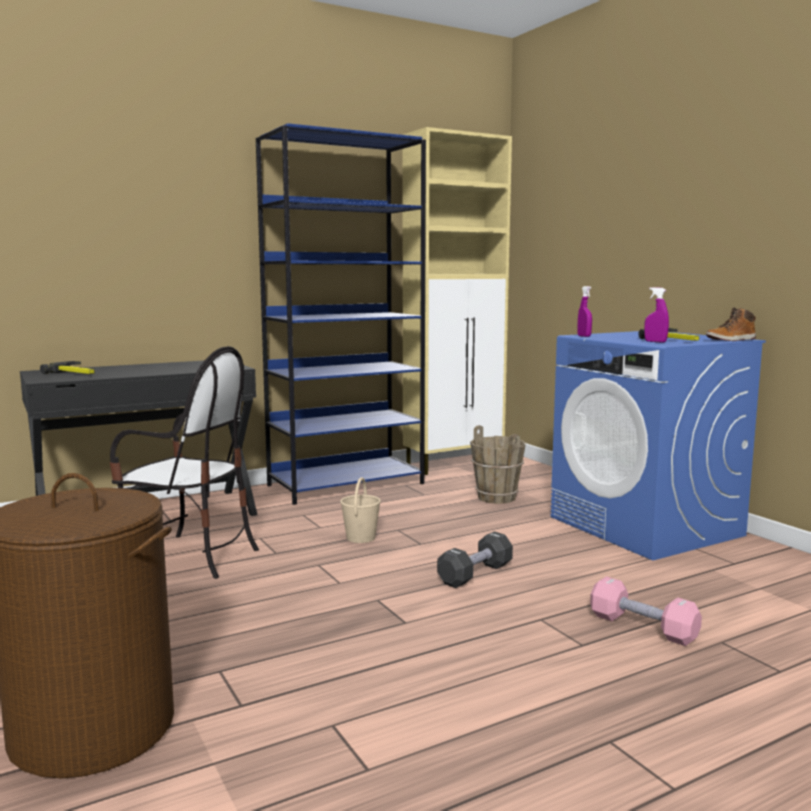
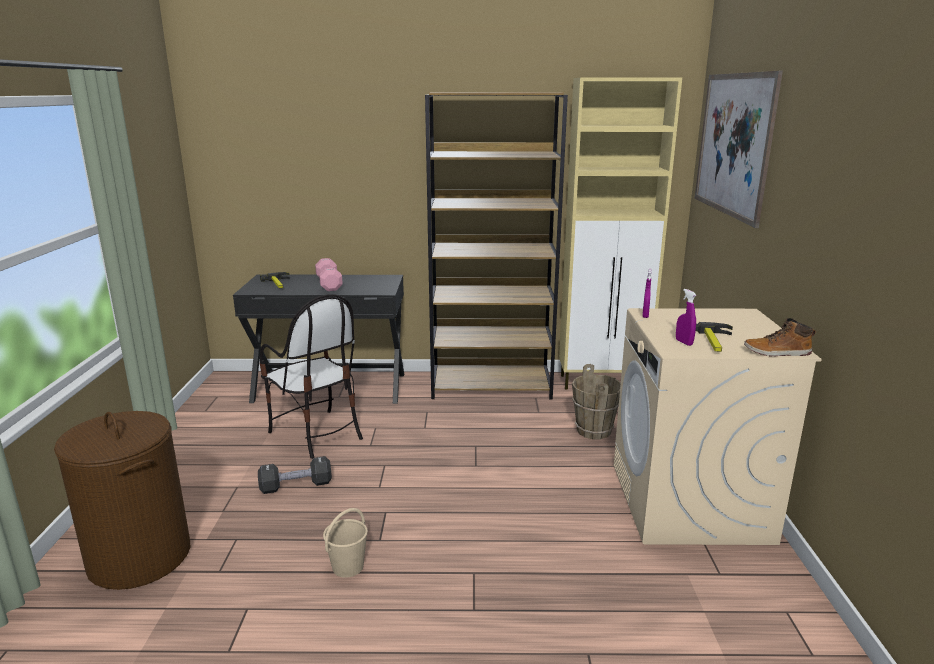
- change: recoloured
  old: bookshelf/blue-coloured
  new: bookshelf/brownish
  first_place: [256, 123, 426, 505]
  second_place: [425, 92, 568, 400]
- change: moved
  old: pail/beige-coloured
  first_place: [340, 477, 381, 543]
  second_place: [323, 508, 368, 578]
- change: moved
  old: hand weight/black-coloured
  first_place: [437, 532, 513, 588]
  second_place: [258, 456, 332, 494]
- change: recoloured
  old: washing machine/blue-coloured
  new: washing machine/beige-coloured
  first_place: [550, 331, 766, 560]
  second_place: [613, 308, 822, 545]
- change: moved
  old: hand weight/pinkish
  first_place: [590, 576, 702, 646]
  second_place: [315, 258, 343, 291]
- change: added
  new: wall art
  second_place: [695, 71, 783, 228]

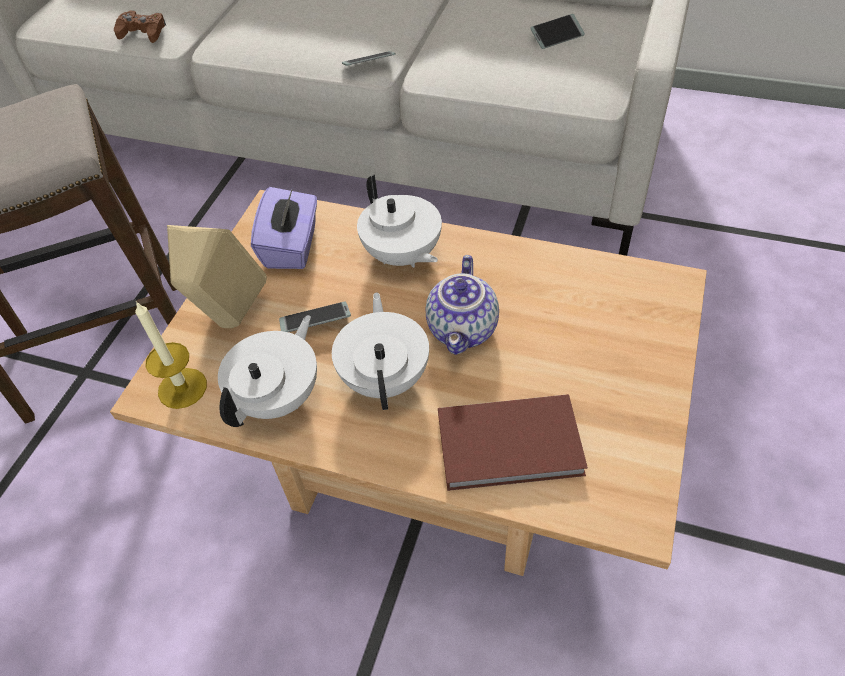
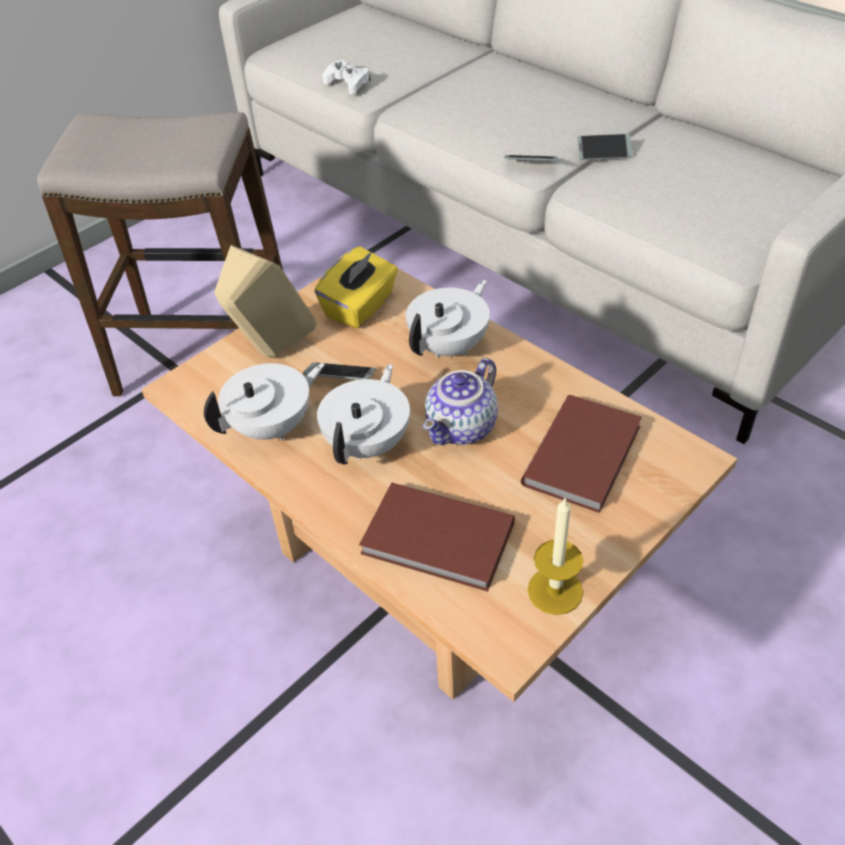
- change: recoloured
  old: gamepad/brownish
  new: gamepad/white-coloured
  first_place: [114, 10, 166, 43]
  second_place: [322, 60, 371, 94]
- change: moved
  old: candle
  first_place: [135, 301, 207, 409]
  second_place: [527, 498, 583, 615]
- change: recoloured
  old: tissue holder/purplish
  new: tissue holder/yellow-coloured
  first_place: [251, 187, 317, 269]
  second_place: [314, 246, 398, 329]
- change: turned
  old: pot for tea/white-coloured
  first_place: [357, 175, 442, 268]
  second_place: [406, 280, 490, 358]
  degrees: -135
- change: moved
  old: phone
  first_place: [530, 14, 585, 49]
  second_place: [577, 134, 632, 160]
- change: added
  new: volume/brownish
  second_place: [521, 395, 642, 513]

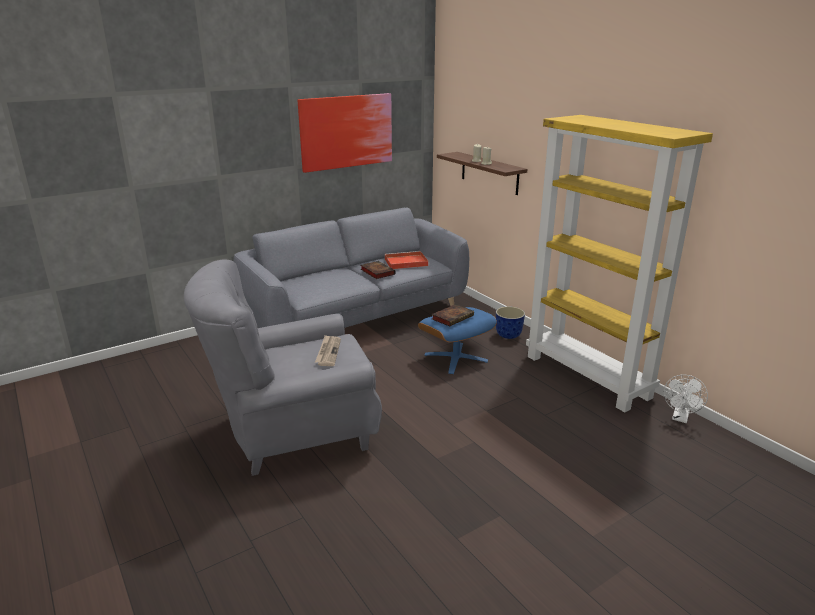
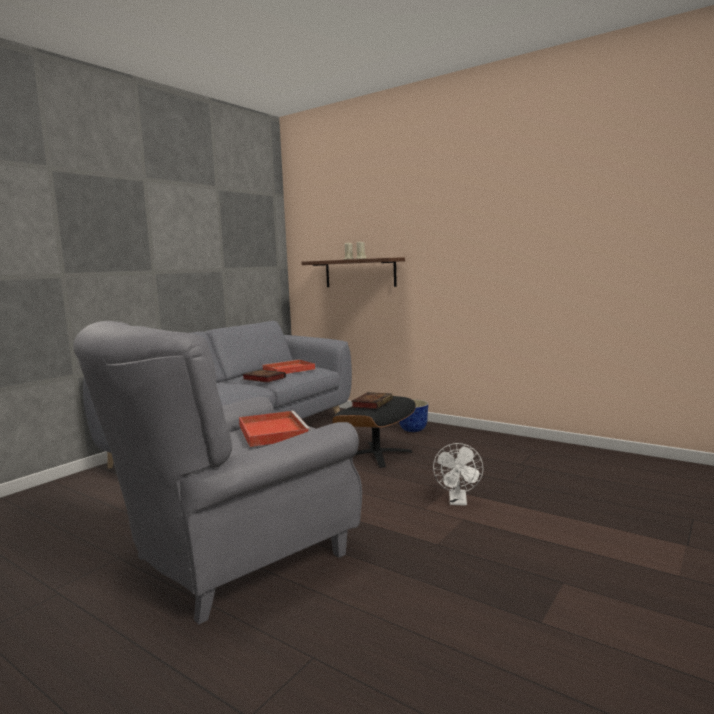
- change: removed
  old: wall art
  first_place: [298, 93, 392, 173]
- change: replaced
  old: newspaper
  new: serving tray/reddish
  first_place: [315, 335, 341, 366]
  second_place: [239, 411, 311, 447]
- change: recoloured
  old: footrest/blue-coloured
  new: footrest/black-coloured
  first_place: [418, 307, 497, 374]
  second_place: [332, 396, 416, 468]
- change: removed
  old: bookshelf/yellow-coloured
  first_place: [526, 115, 713, 412]
- change: moved
  old: electric fan/white-coloured
  first_place: [664, 375, 708, 423]
  second_place: [433, 443, 483, 506]

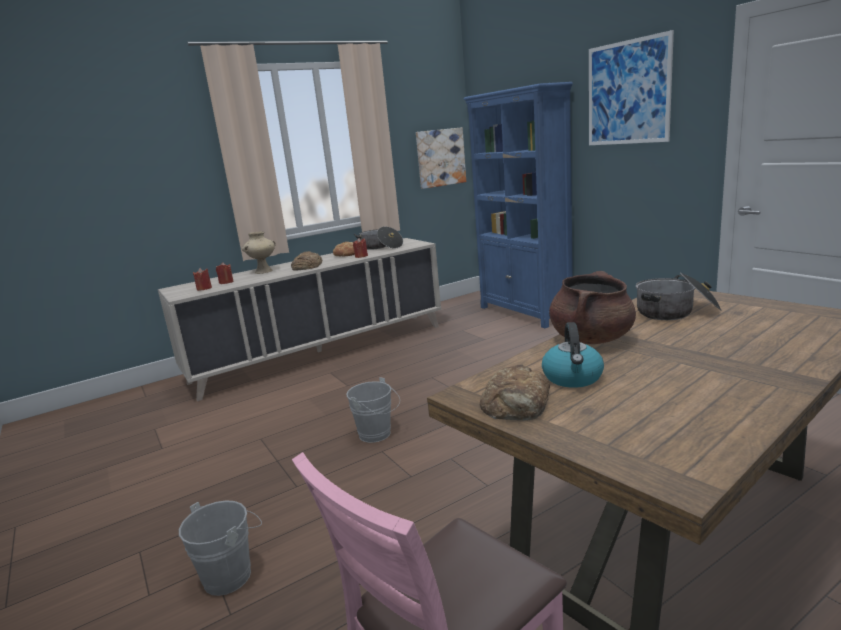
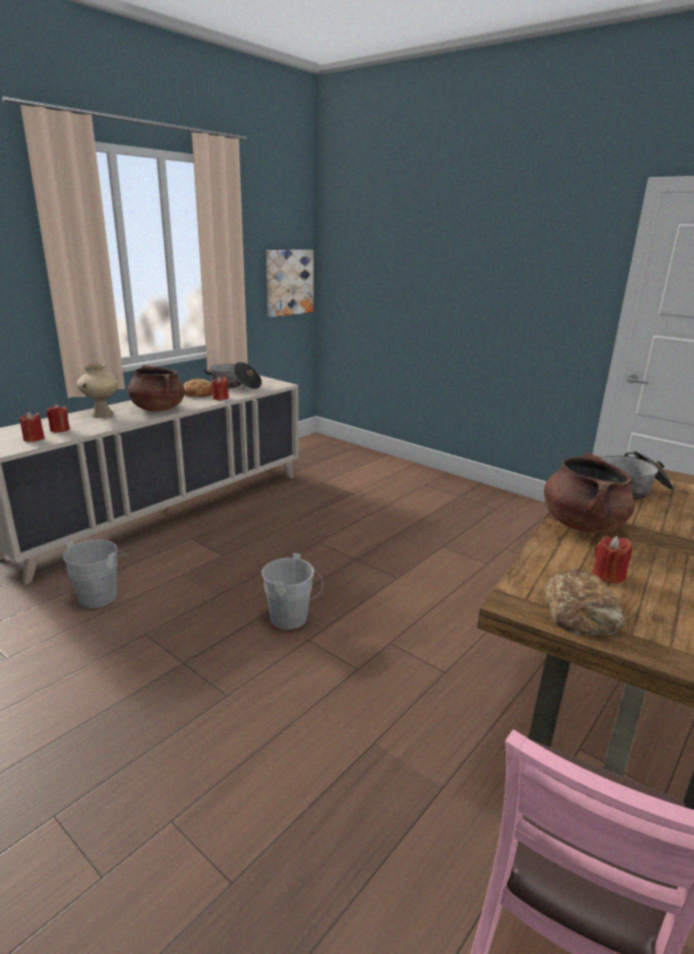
- change: moved
  old: pail/grey
  first_place: [179, 500, 262, 596]
  second_place: [63, 540, 127, 608]
- change: replaced
  old: bread
  new: saucepot/brownish
  first_place: [291, 251, 322, 270]
  second_place: [128, 365, 185, 411]
- change: removed
  old: bookshelf/blue-coloured
  first_place: [464, 82, 573, 328]
- change: replaced
  old: kettle
  new: candle/reddish
  first_place: [542, 322, 604, 388]
  second_place: [592, 536, 632, 583]
- change: removed
  old: wall art
  first_place: [589, 30, 674, 145]

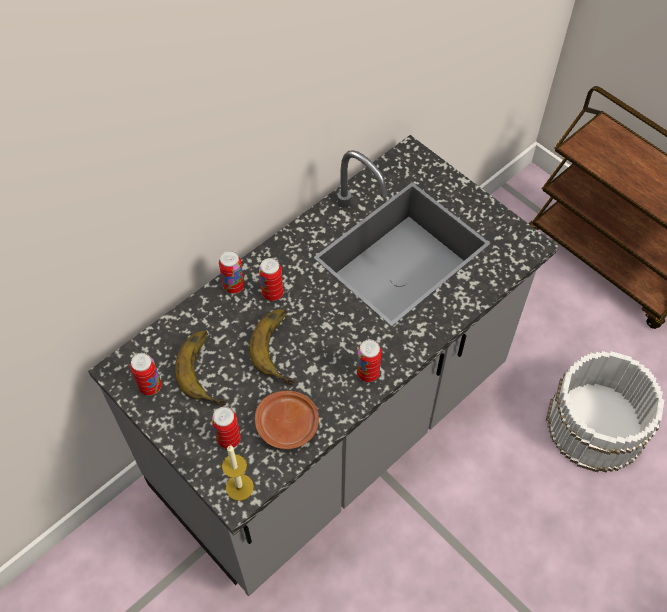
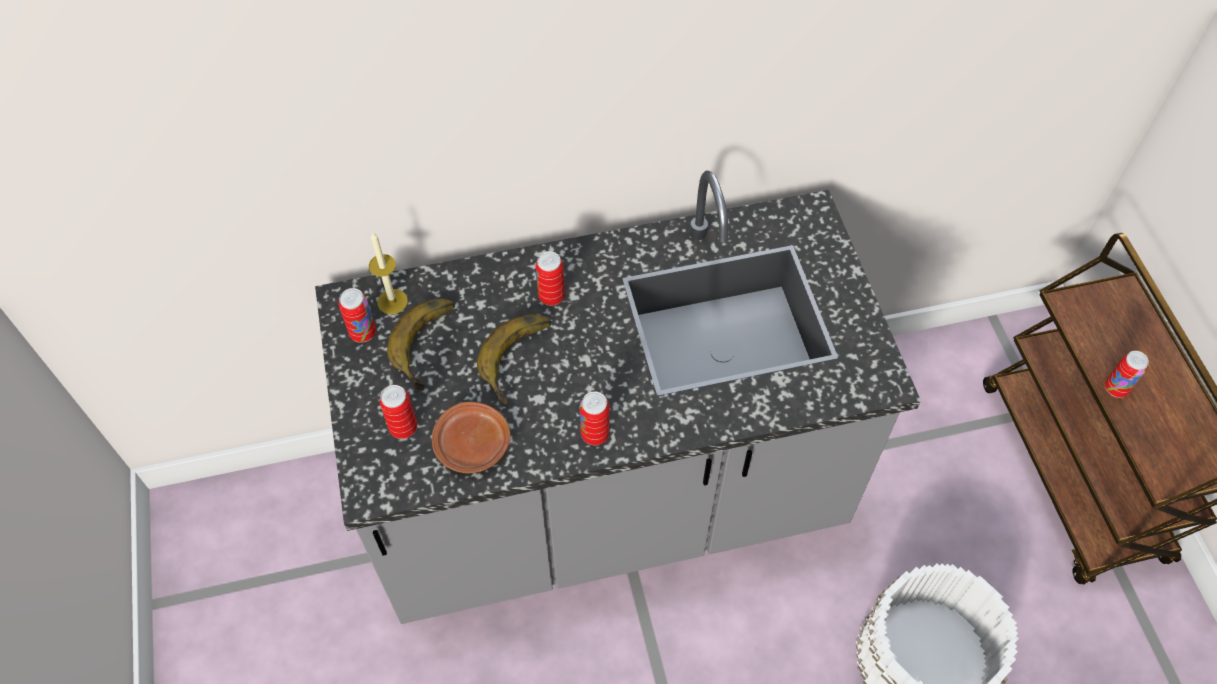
- change: moved
  old: metal can
  first_place: [219, 251, 245, 294]
  second_place: [1105, 351, 1149, 398]
- change: moved
  old: candle
  first_place: [222, 445, 254, 501]
  second_place: [369, 232, 408, 315]

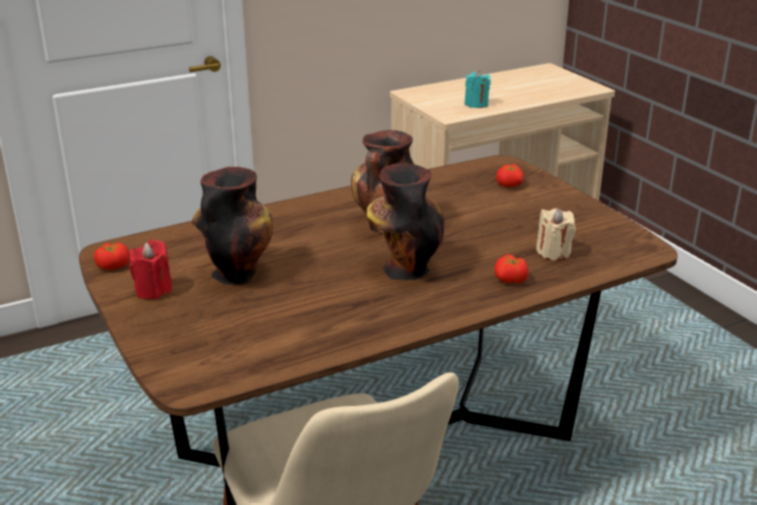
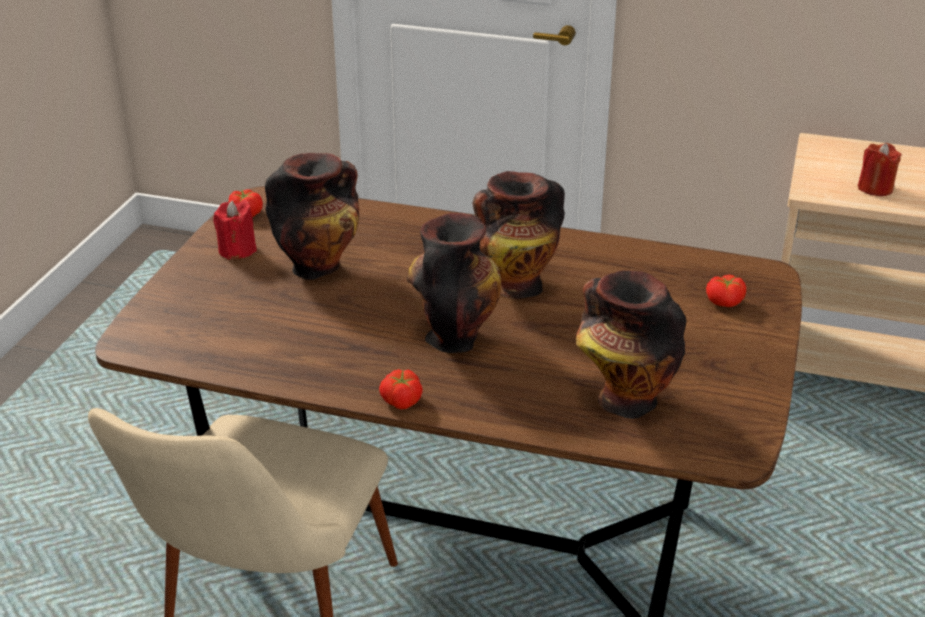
- change: recoloured
  old: candle/blue-green
  new: candle/reddish
  first_place: [464, 70, 491, 108]
  second_place: [858, 143, 902, 196]
- change: moved
  old: whole tomato
  first_place: [494, 255, 529, 283]
  second_place: [379, 369, 423, 409]
- change: replaced
  old: candle/beige-coloured
  new: decorative vase
  first_place: [536, 208, 576, 261]
  second_place: [576, 270, 686, 419]

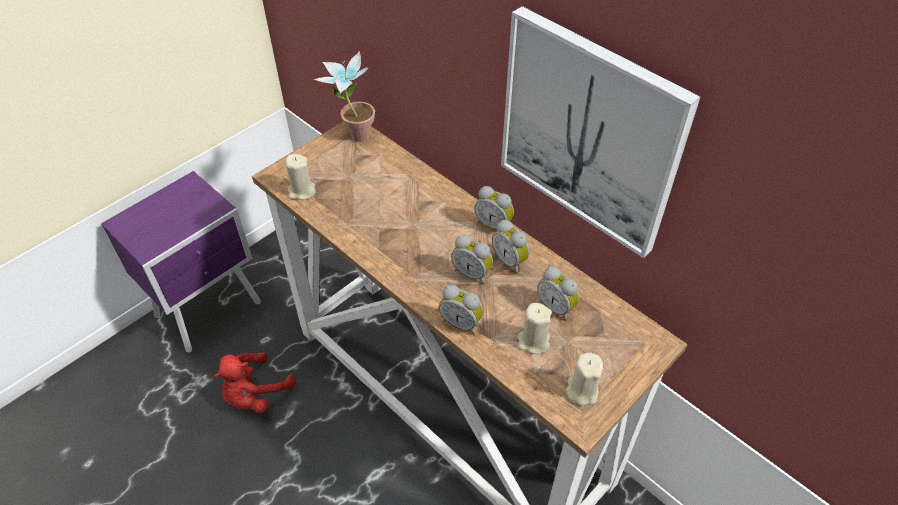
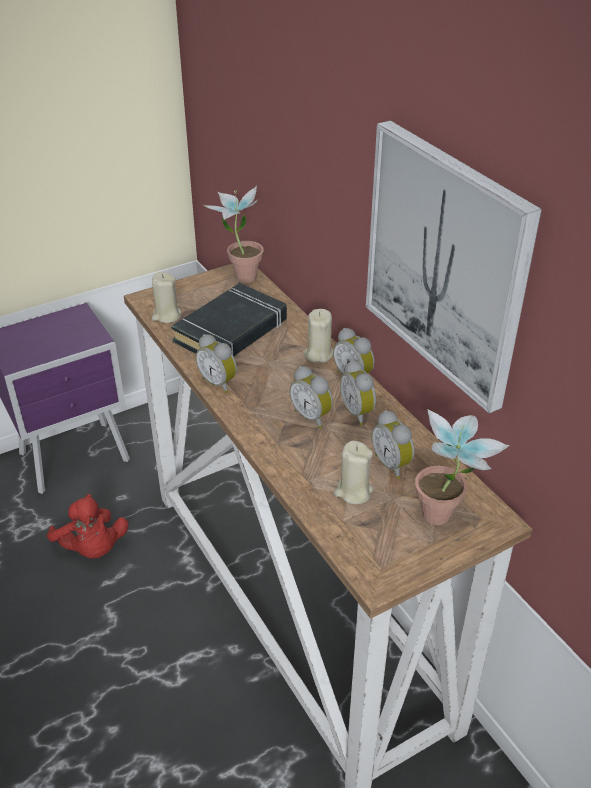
- change: turned
  old: cuddly toy/reddish
  first_place: [213, 352, 296, 413]
  second_place: [47, 494, 129, 558]
  degrees: -90
- change: moved
  old: bedside clock
  first_place: [439, 285, 483, 335]
  second_place: [196, 334, 237, 393]
- change: moved
  old: candle/beige-coloured
  first_place: [566, 353, 603, 406]
  second_place: [304, 309, 333, 363]
- change: added
  new: volume/black-coloured
  second_place: [171, 283, 287, 356]
- change: added
  new: houseplant
  second_place: [415, 409, 510, 525]

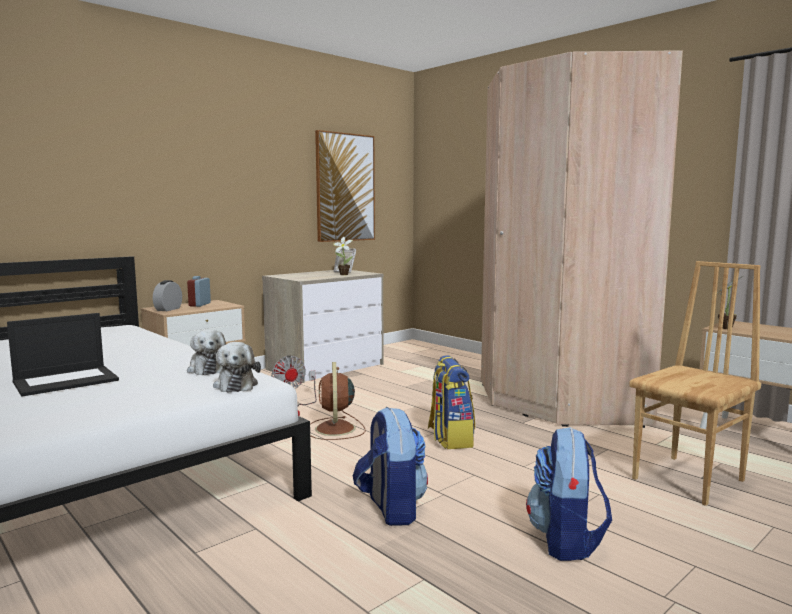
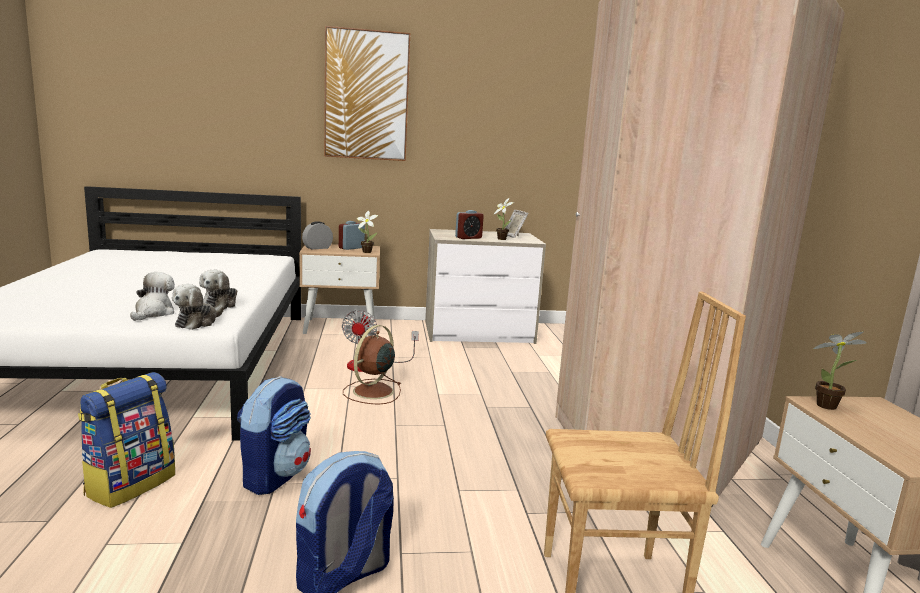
- change: removed
  old: portable computer
  first_place: [7, 313, 119, 396]
- change: moved
  old: wall art
  first_place: [315, 130, 375, 242]
  second_place: [324, 26, 410, 161]
- change: moved
  old: knapsack
  first_place: [428, 355, 475, 449]
  second_place: [78, 372, 175, 508]
- change: added
  new: cuddly toy
  second_place: [130, 272, 175, 321]
- change: added
  new: houseplant
  second_place: [357, 211, 378, 253]
- change: added
  new: bedside clock
  second_place: [455, 210, 484, 239]

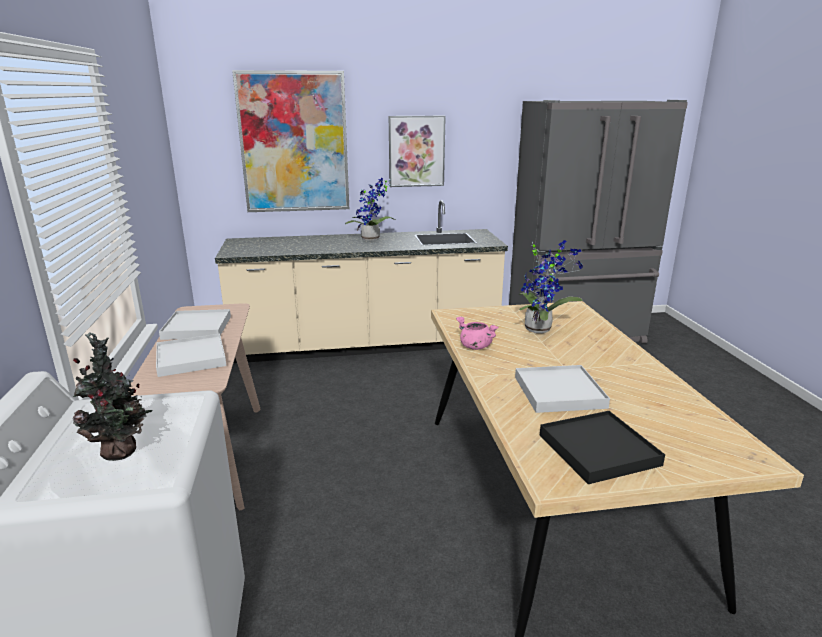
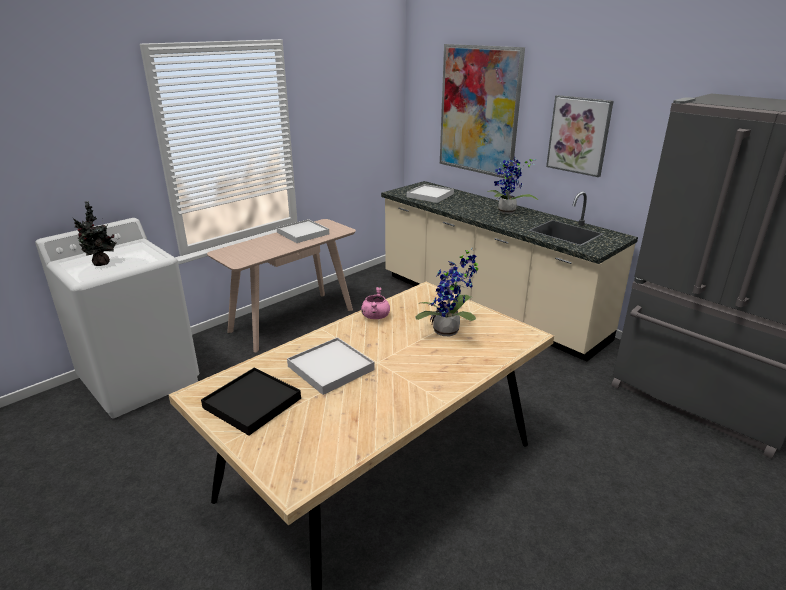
- change: moved
  old: serving tray/white-coloured
  first_place: [156, 333, 227, 377]
  second_place: [406, 184, 454, 203]

